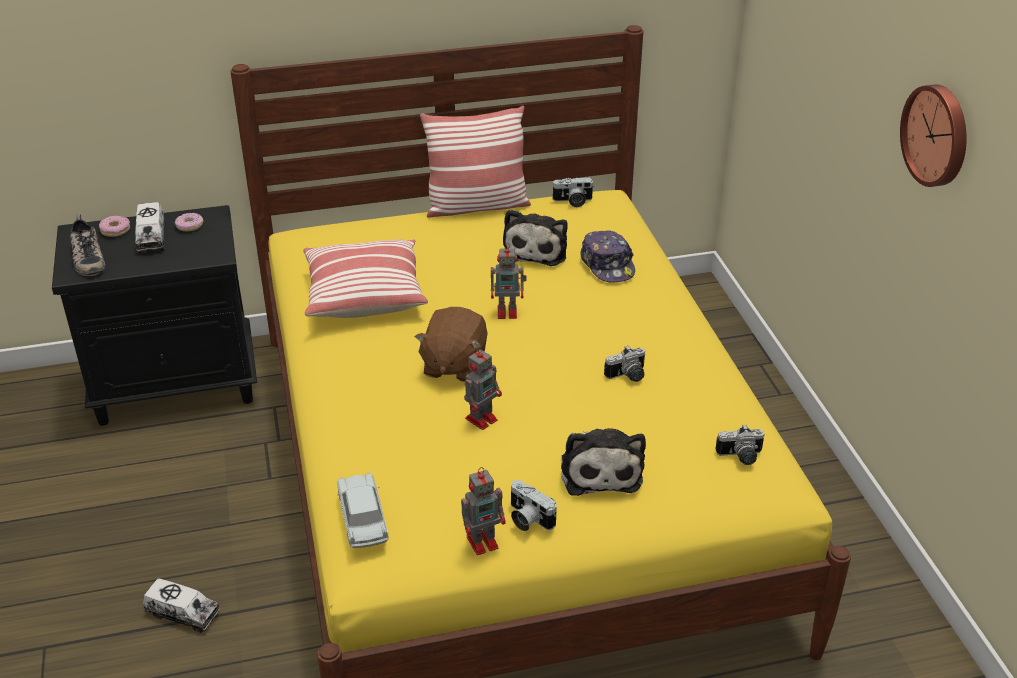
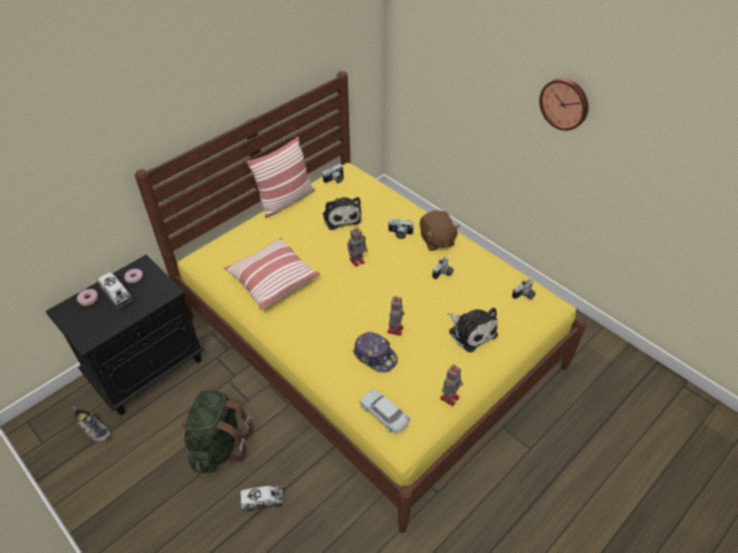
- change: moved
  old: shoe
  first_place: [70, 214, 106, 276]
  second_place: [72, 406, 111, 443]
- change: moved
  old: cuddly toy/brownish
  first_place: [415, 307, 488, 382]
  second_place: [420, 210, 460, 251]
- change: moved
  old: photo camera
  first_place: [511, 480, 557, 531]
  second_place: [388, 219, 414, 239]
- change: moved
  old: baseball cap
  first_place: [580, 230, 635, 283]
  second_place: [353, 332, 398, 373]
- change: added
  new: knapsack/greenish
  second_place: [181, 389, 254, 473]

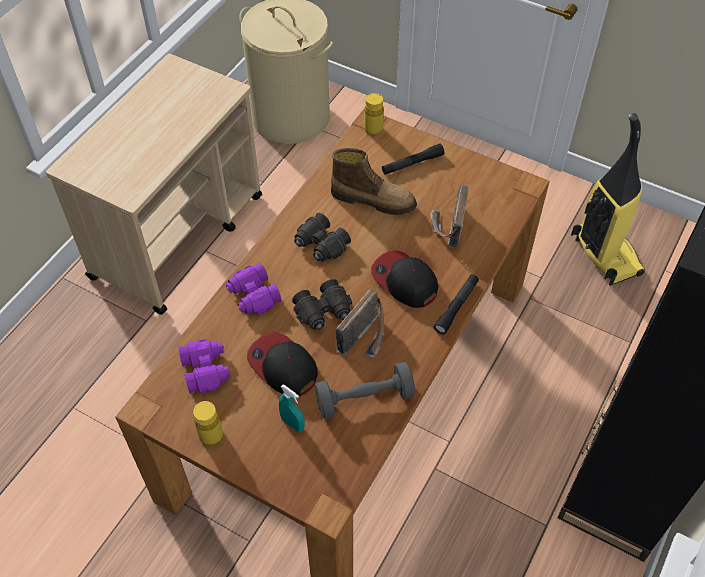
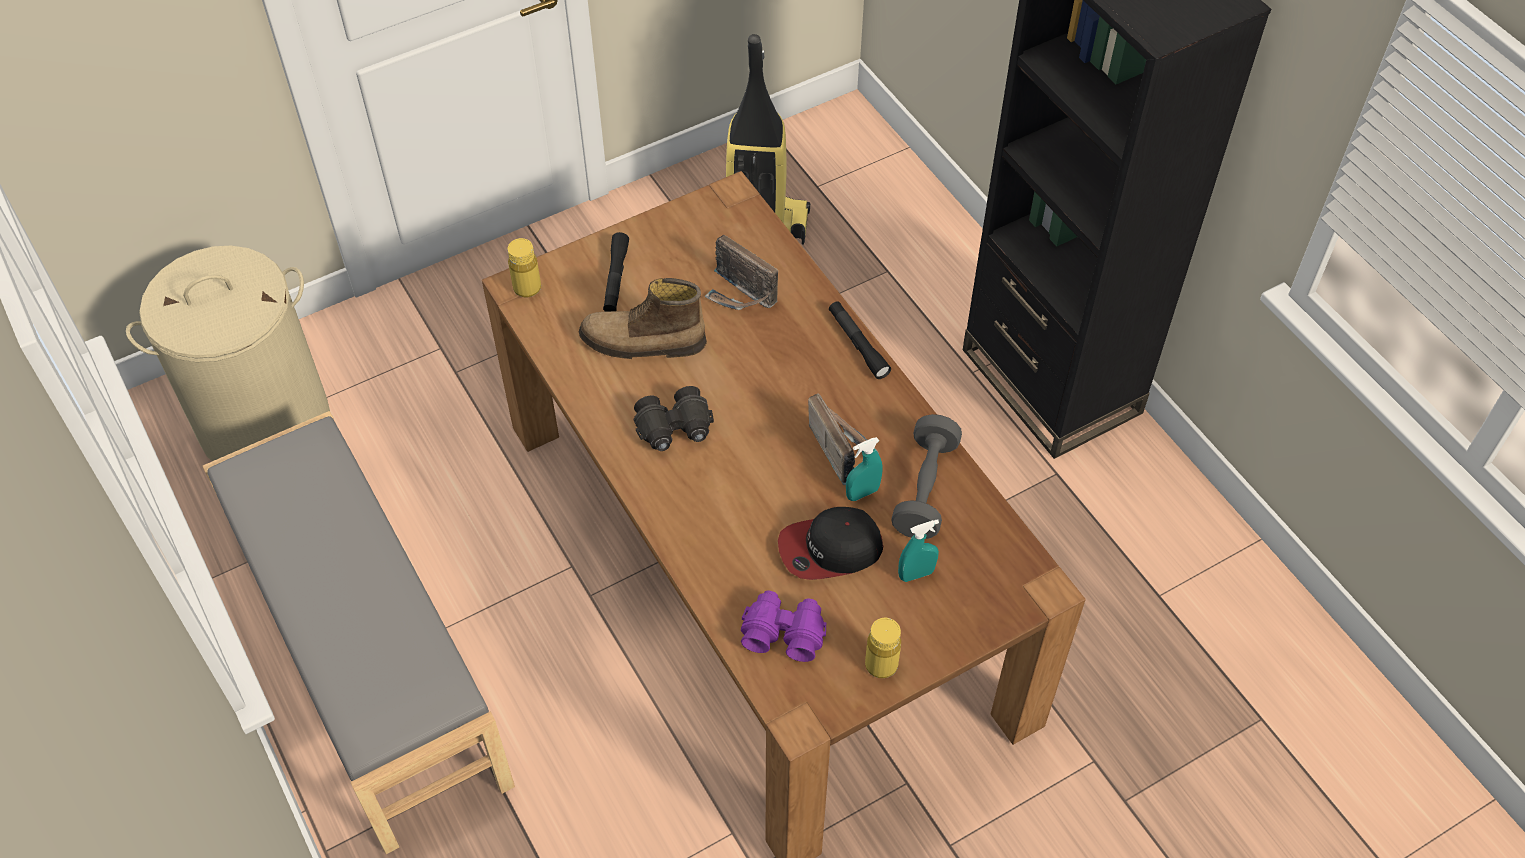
- change: replaced
  old: cart/beige-coloured
  new: indoor bench/grey
  first_place: [46, 53, 262, 315]
  second_place: [203, 411, 515, 854]
- change: removed
  old: binoculars/purplish
  first_place: [226, 263, 281, 315]
- change: removed
  old: binoculars/black-coloured
  first_place: [292, 279, 352, 330]
- change: turned
  old: high-top boot
  first_place: [331, 148, 417, 215]
  second_place: [579, 278, 707, 359]
  degrees: -135
- change: removed
  old: baseball cap
  first_place: [371, 250, 438, 308]
- change: added
  new: sprayer/blue-green
  second_place: [846, 437, 882, 501]

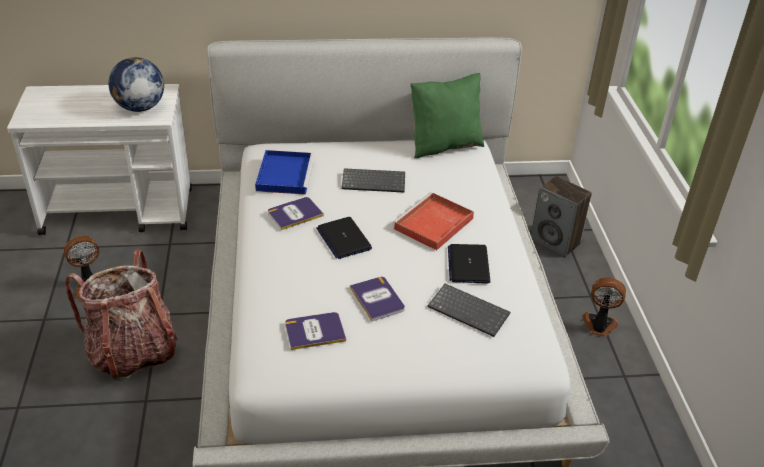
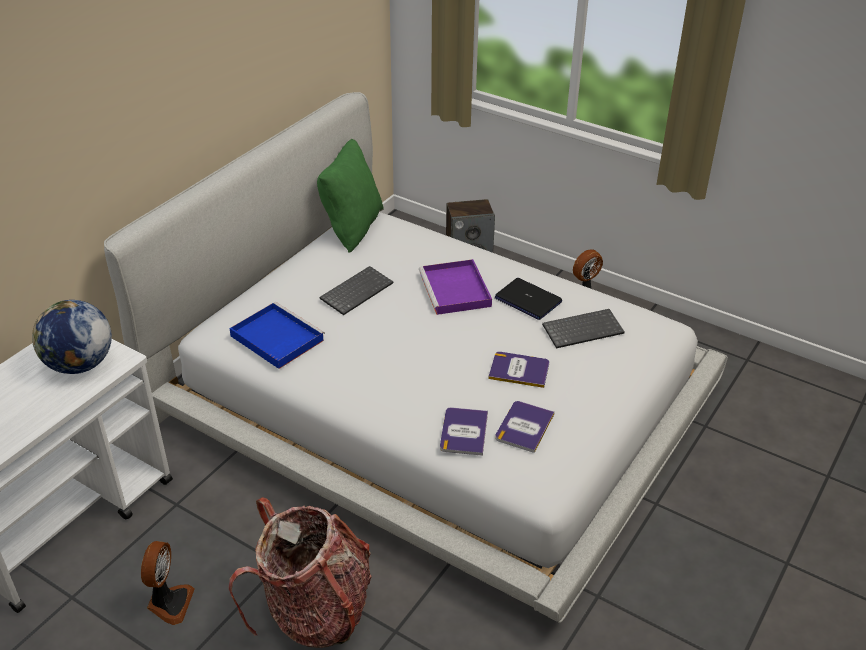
- change: moved
  old: volume
  first_place: [268, 197, 324, 230]
  second_place: [440, 407, 488, 456]
- change: removed
  old: portable computer
  first_place: [316, 217, 372, 259]
- change: recoloured
  old: serving tray/reddish
  new: serving tray/purplish
  first_place: [393, 192, 474, 250]
  second_place: [419, 259, 492, 315]

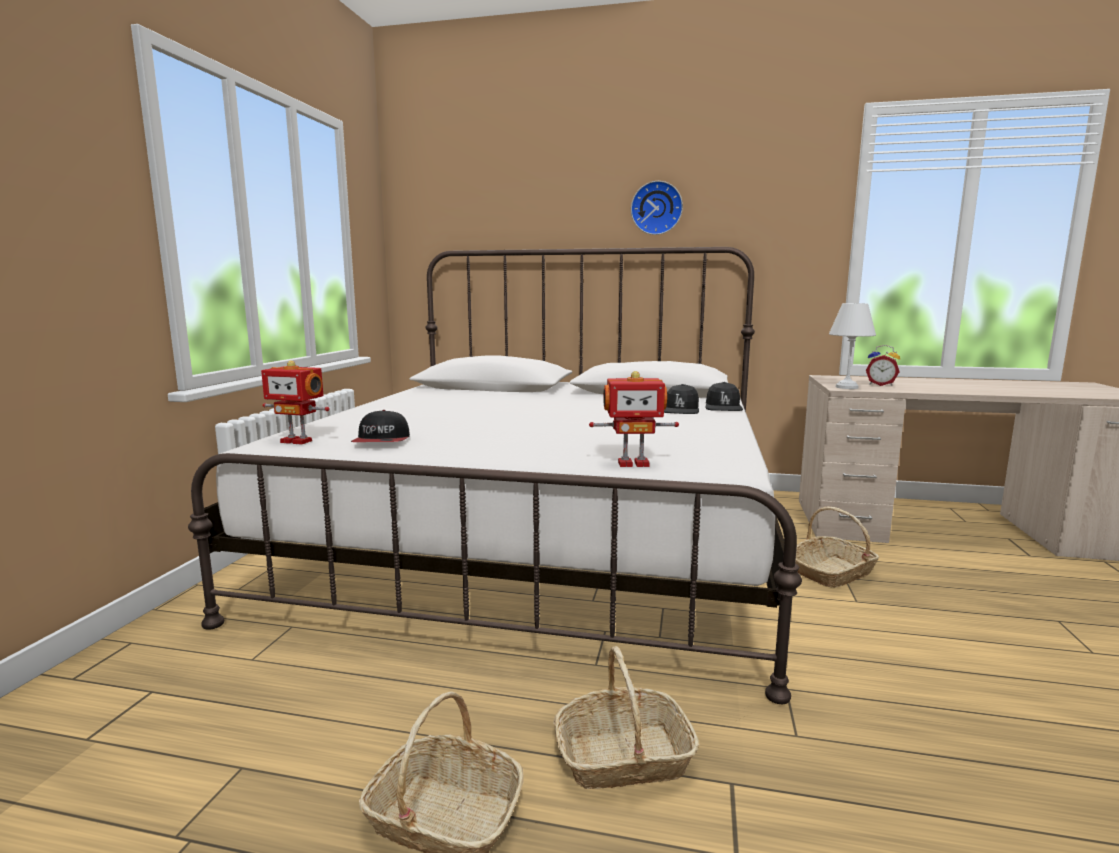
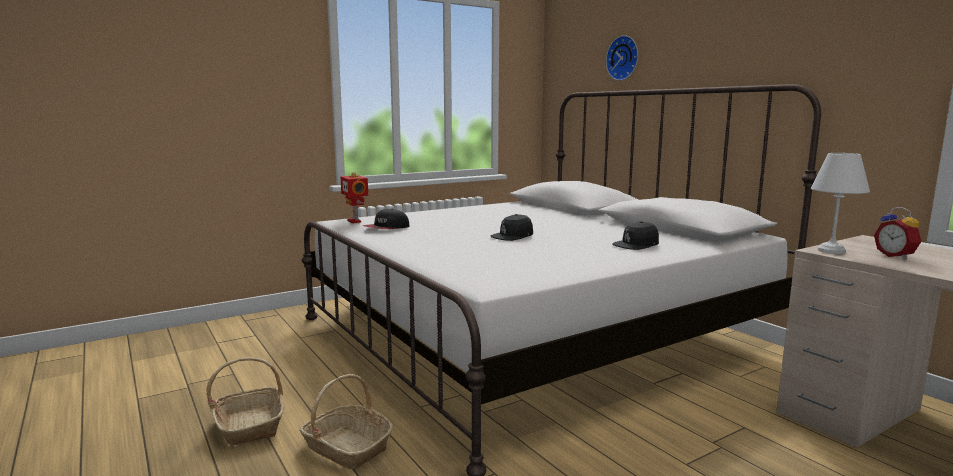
- change: removed
  old: robot figure
  first_place: [589, 371, 679, 467]
- change: moved
  old: hanging clock
  first_place: [631, 181, 683, 235]
  second_place: [606, 35, 638, 81]
- change: moved
  old: baseball cap/black-coloured
  first_place: [705, 382, 743, 411]
  second_place: [491, 214, 533, 241]
- change: removed
  old: basket
  first_place: [795, 507, 879, 588]

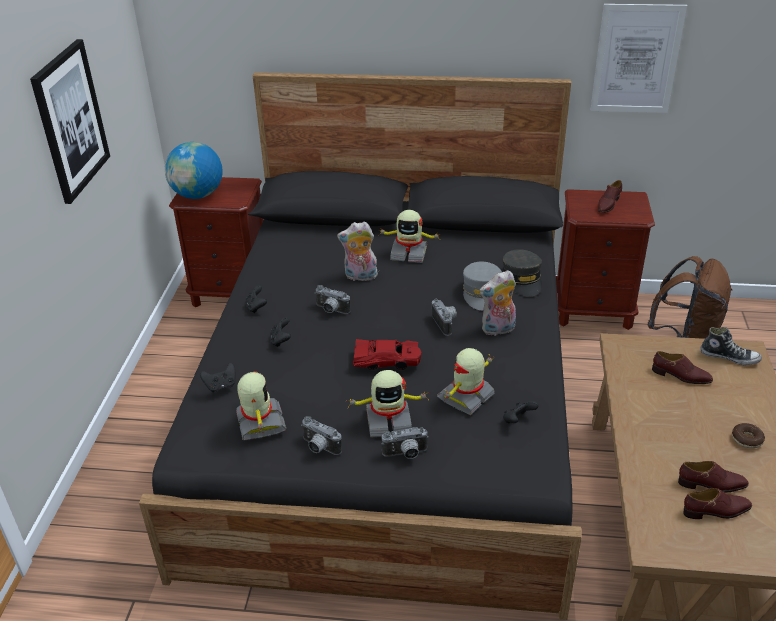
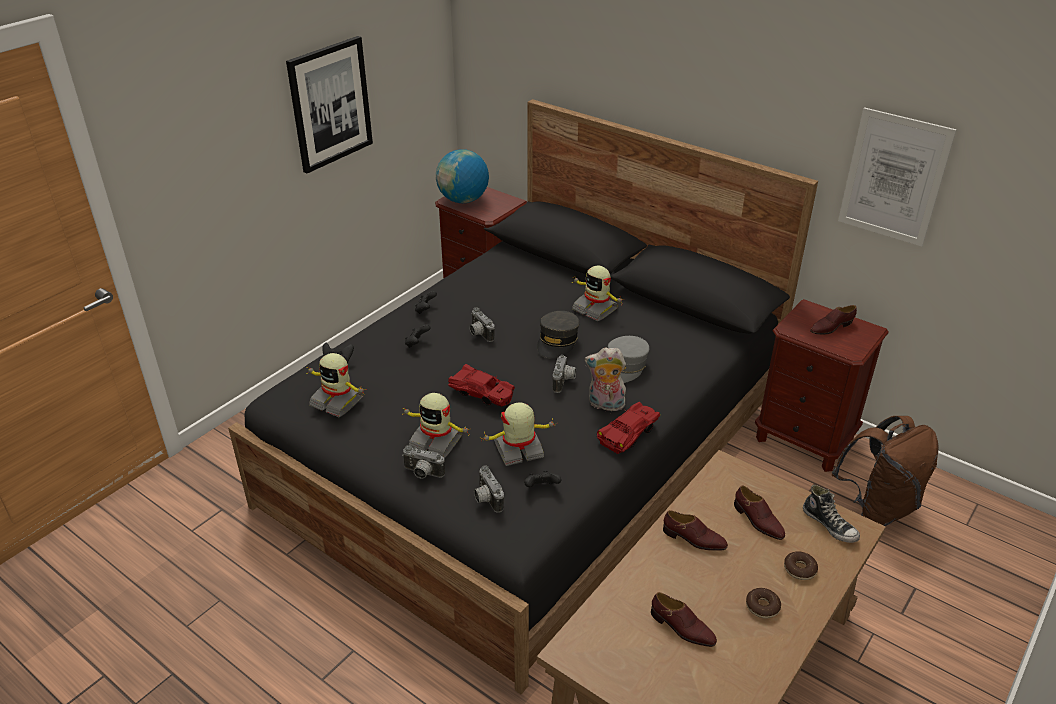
- change: turned
  old: robot figure
  first_place: [236, 372, 287, 441]
  second_place: [306, 353, 366, 417]
  degrees: 105
- change: moved
  old: photo camera
  first_place: [301, 416, 342, 455]
  second_place: [474, 465, 504, 513]
- change: removed
  old: cuddly toy
  first_place: [337, 222, 378, 281]
- change: moved
  old: baseball cap/grey
  first_place: [503, 249, 542, 297]
  second_place: [537, 311, 580, 359]
- change: moved
  old: shoe/brownish
  first_place: [684, 488, 752, 519]
  second_place: [663, 510, 728, 551]
- change: added
  new: model car/reddish
  second_place: [597, 402, 660, 454]
- change: added
  new: donut
  second_place: [784, 551, 818, 580]

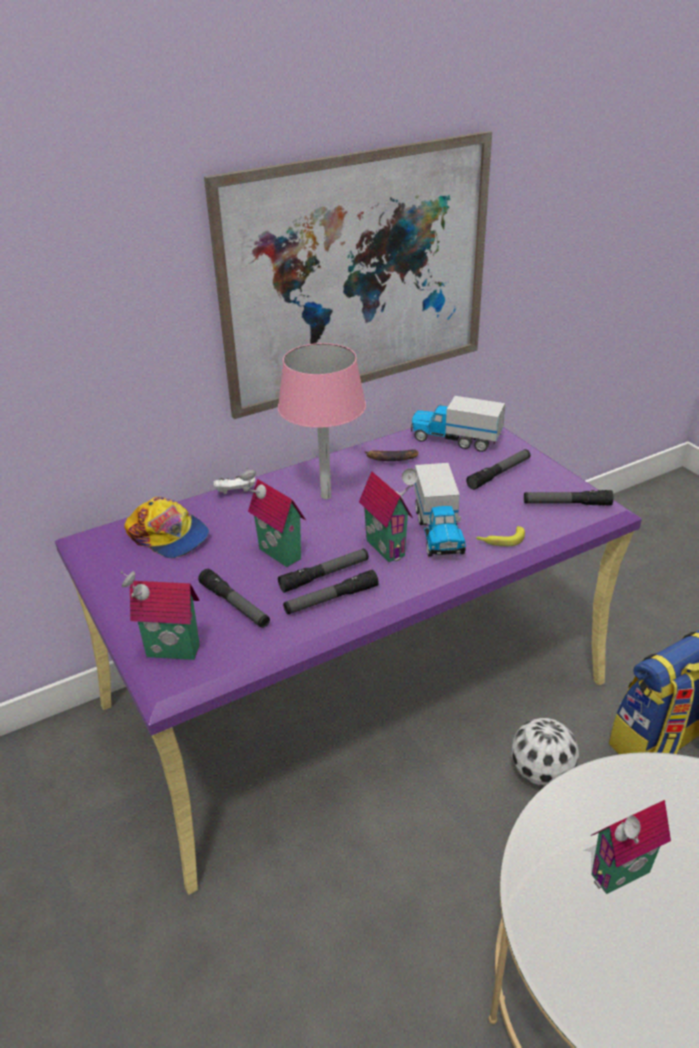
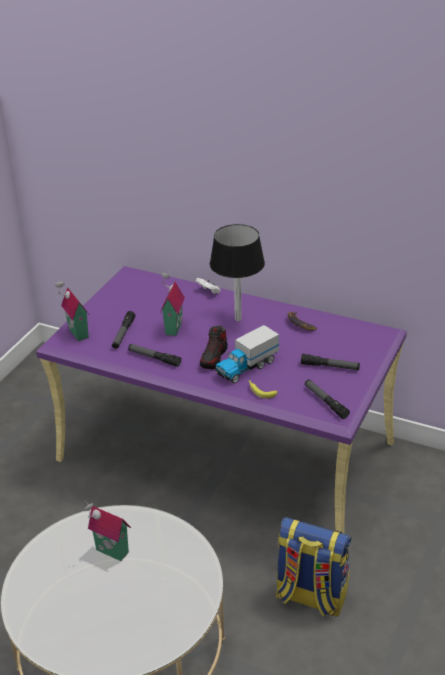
- change: removed
  old: baseball cap
  first_place: [124, 497, 209, 558]
- change: removed
  old: wall art
  first_place: [204, 131, 492, 419]
- change: recoloured
  old: table lamp/pinkish
  new: table lamp/black-coloured
  first_place: [278, 343, 366, 499]
  second_place: [210, 224, 265, 321]
- change: removed
  old: hand torch
  first_place: [278, 549, 369, 593]
- change: replaced
  old: model house
  new: shoe
  first_place: [359, 468, 418, 562]
  second_place: [200, 325, 228, 369]
- change: removed
  old: model truck
  first_place: [410, 396, 505, 452]
- change: removed
  old: football
  first_place: [511, 718, 579, 786]

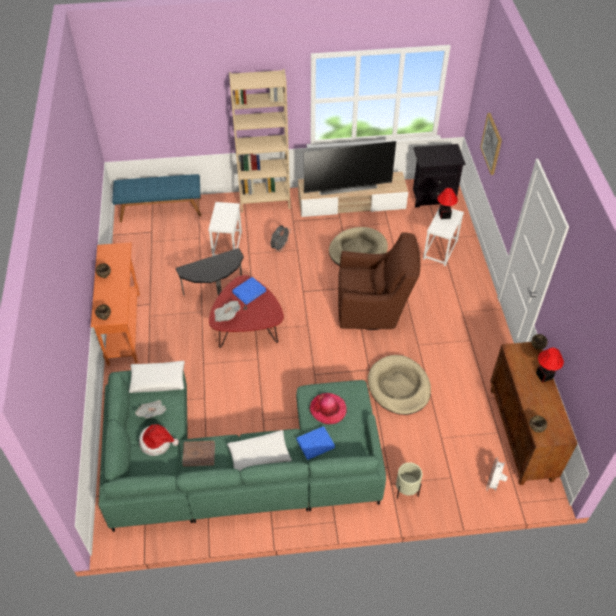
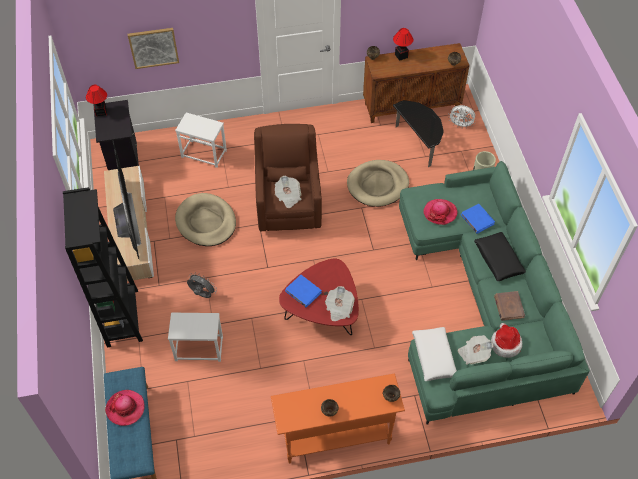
- change: moved
  old: side table
  first_place: [176, 248, 244, 296]
  second_place: [393, 100, 444, 167]
- change: recoloured
  old: throw pillow/white-coloured
  new: throw pillow/black-coloured
  first_place: [227, 430, 292, 471]
  second_place: [474, 232, 526, 281]
- change: recoloured
  old: bookshelf/beige-coloured
  new: bookshelf/black-coloured
  first_place: [229, 69, 290, 213]
  second_place: [63, 187, 143, 347]
- change: moved
  old: table lamp
  first_place: [437, 188, 458, 219]
  second_place: [86, 85, 107, 116]
- change: added
  new: wearable hat
  second_place: [105, 390, 145, 426]
- change: added
  new: newspaper
  second_place: [275, 176, 301, 208]

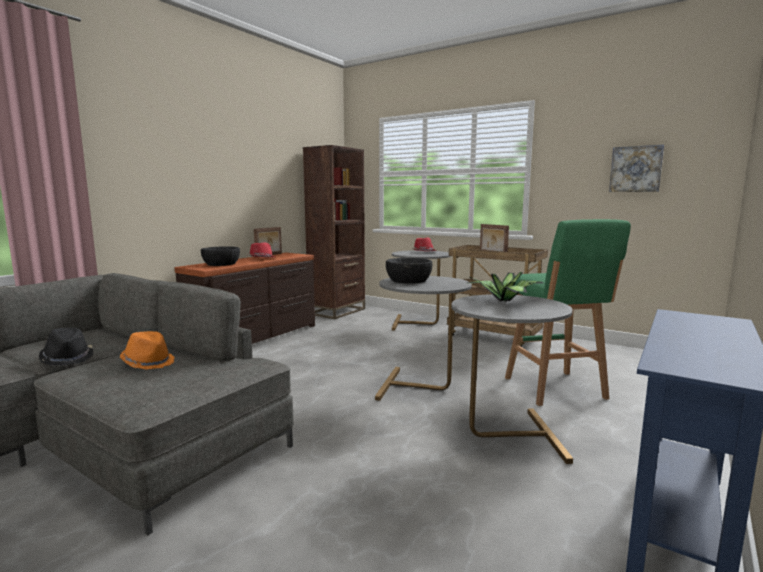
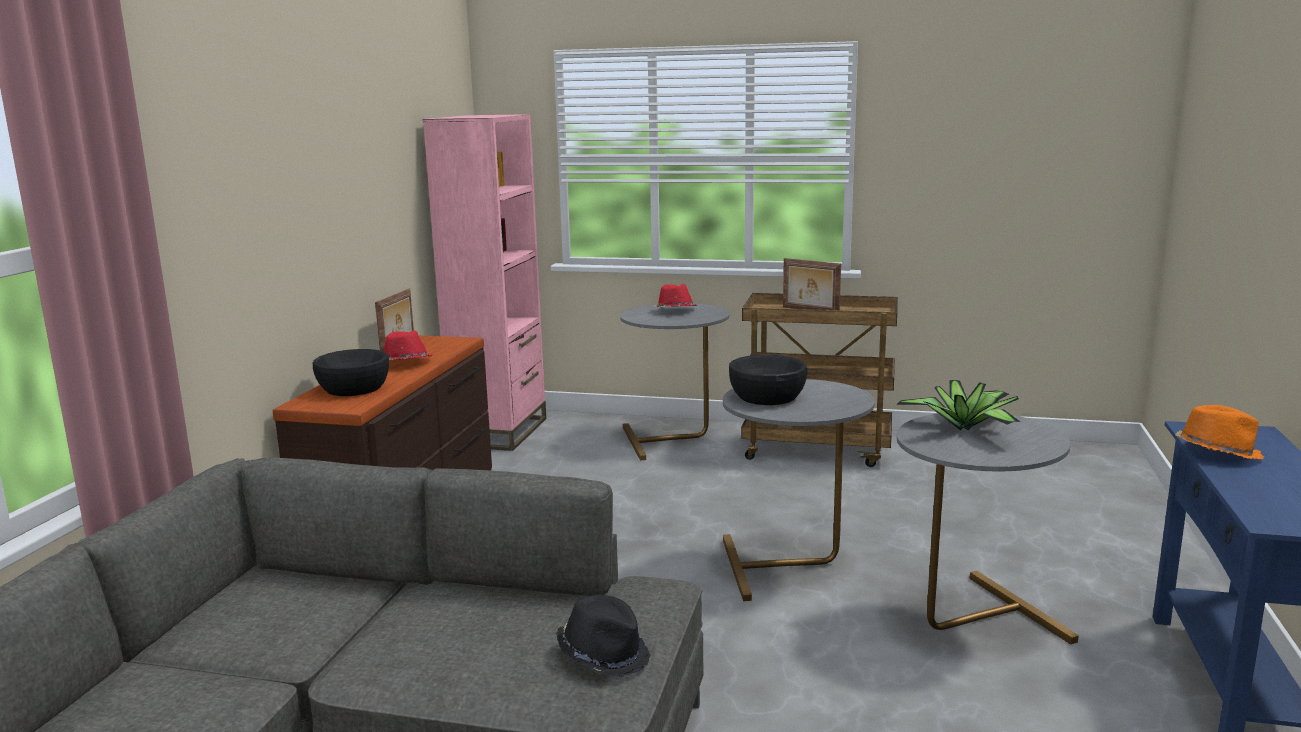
- change: moved
  old: wearable hat/black-coloured
  first_place: [39, 328, 93, 366]
  second_place: [556, 595, 650, 677]
- change: moved
  old: wearable hat/orange-coloured
  first_place: [120, 331, 175, 370]
  second_place: [1175, 405, 1264, 459]
- change: recoloured
  old: bookshelf/brownish
  new: bookshelf/pinkish
  first_place: [303, 145, 365, 319]
  second_place: [423, 114, 546, 451]
- change: removed
  old: stool seat/greenish
  first_place: [505, 219, 631, 406]
- change: removed
  old: wall art
  first_place: [609, 145, 664, 192]

